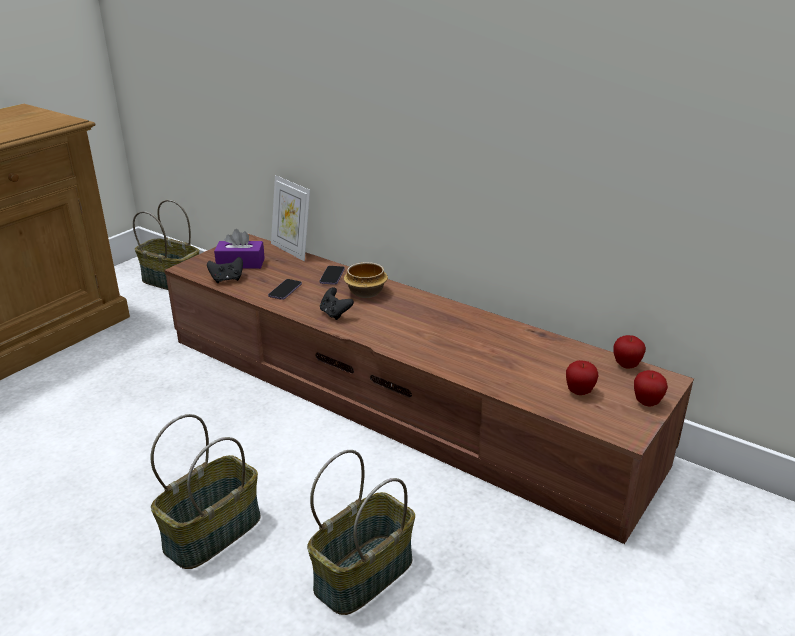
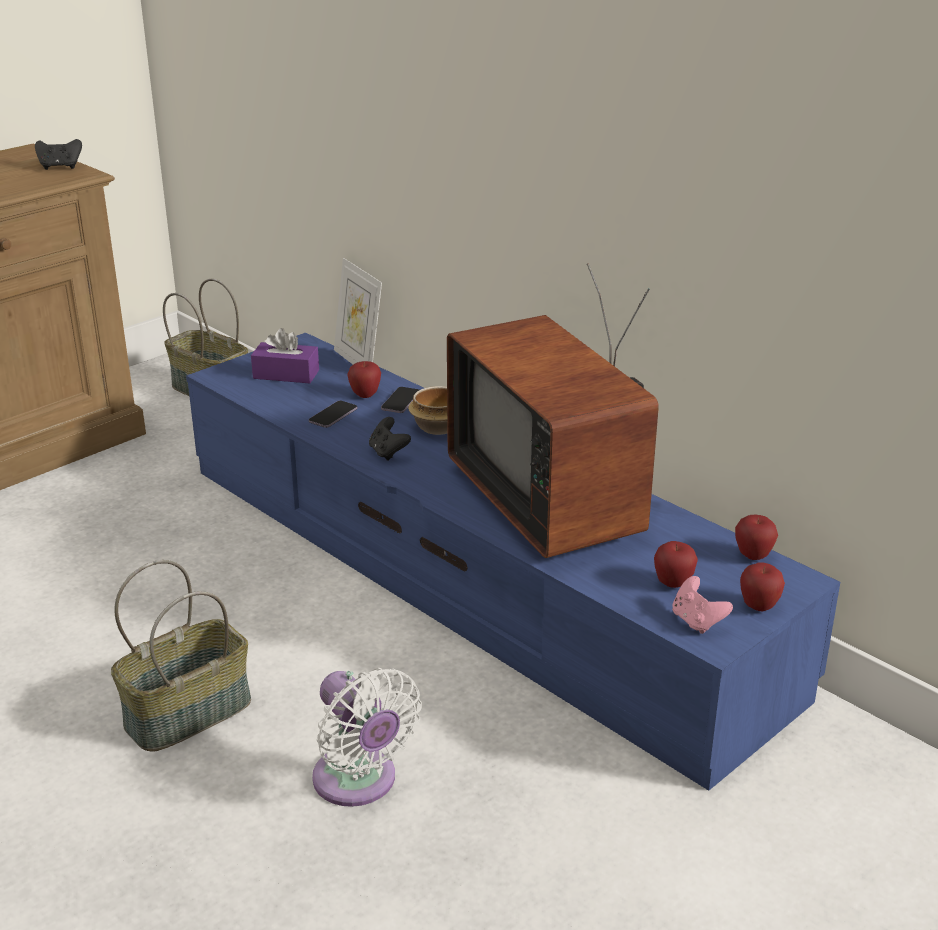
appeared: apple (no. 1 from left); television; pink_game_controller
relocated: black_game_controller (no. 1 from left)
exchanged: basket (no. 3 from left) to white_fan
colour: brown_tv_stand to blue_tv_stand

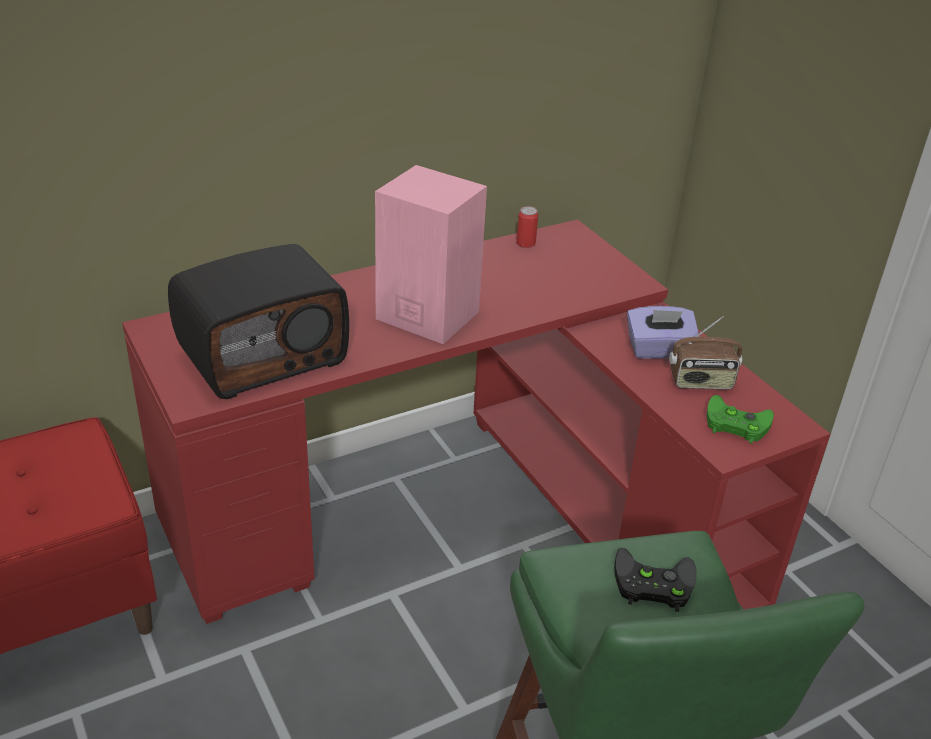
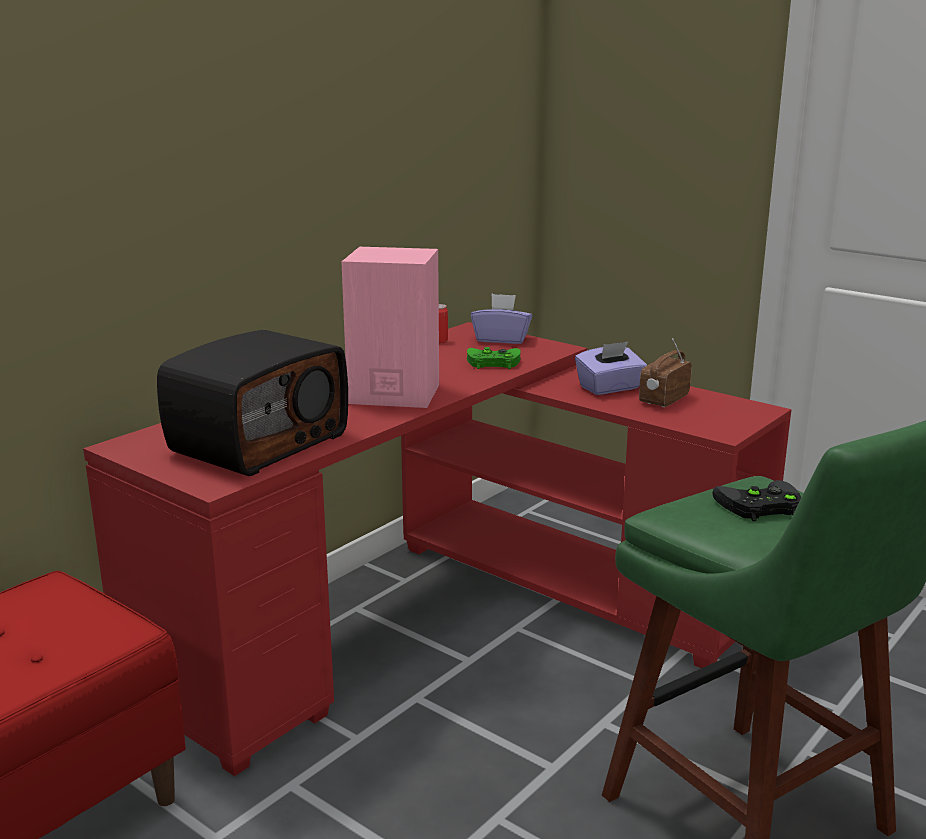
appeared: purple_tissue_box (no. 1 from left)
relocated: green_game_controller
spun: radio (no. 2 from left) 150 degrees clockwise

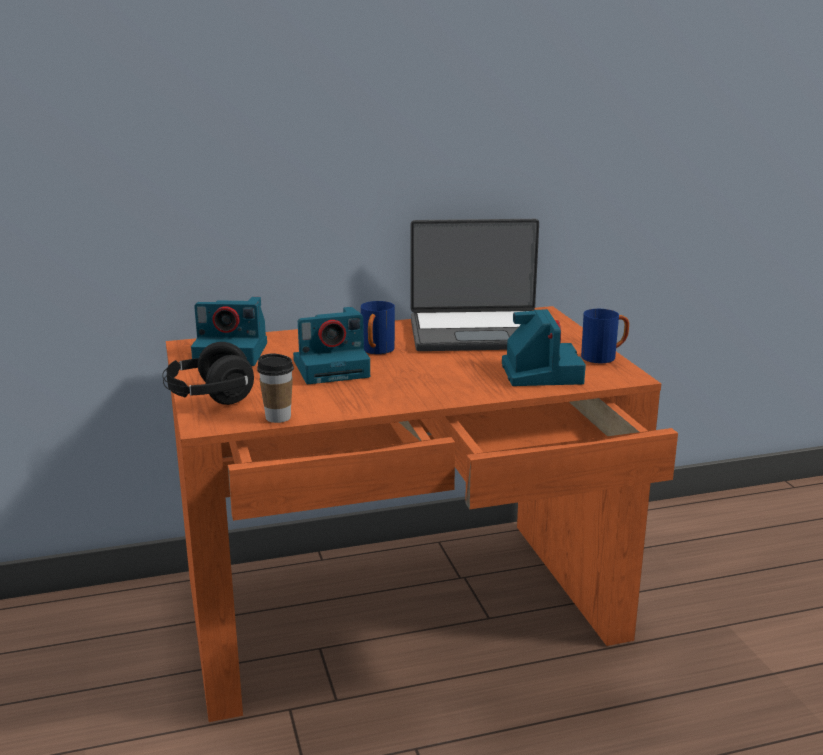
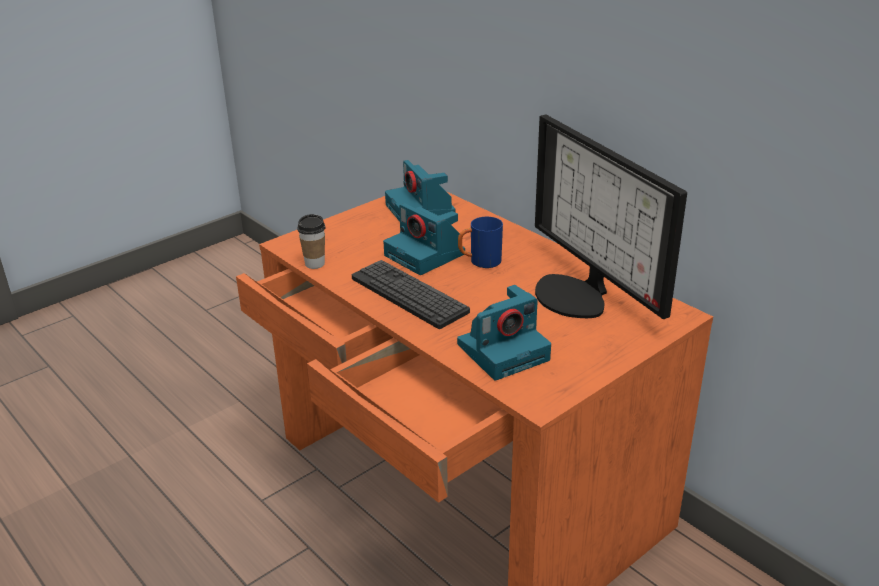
missing: black_headphones; blue_mug (no. 2 from left)
appeared: keyboard
exchanged: laptop to monitor

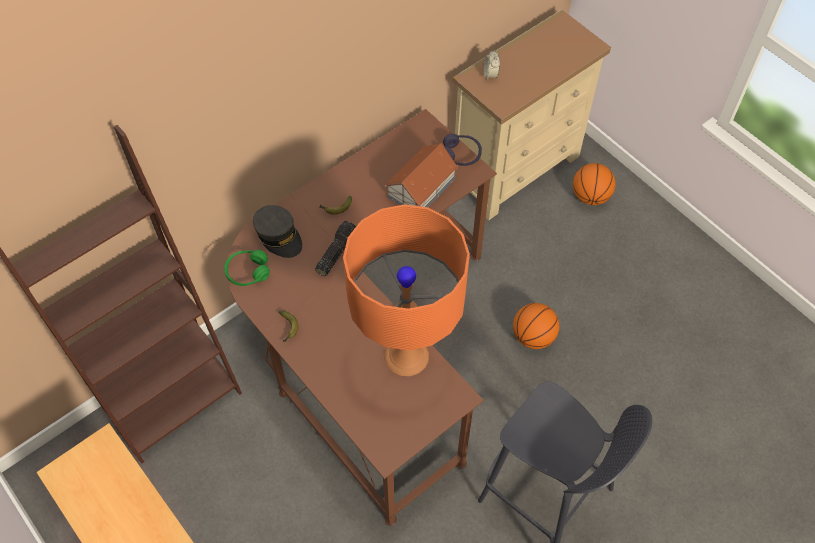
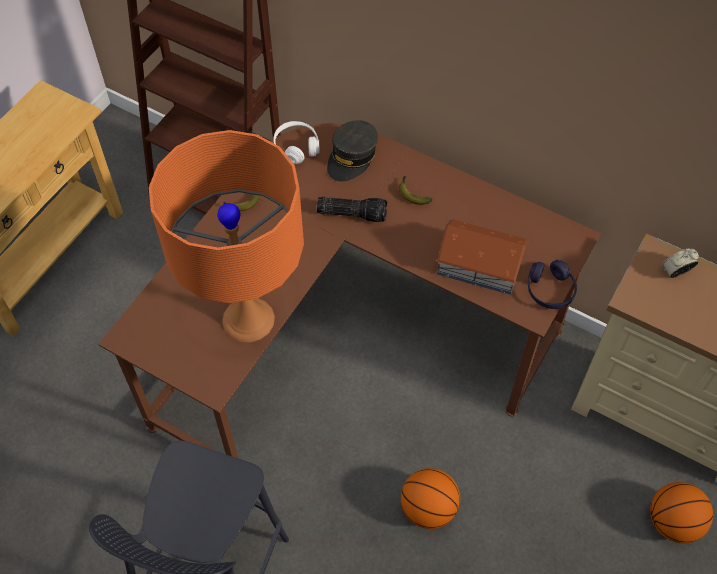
colour: green_headphones to white_headphones

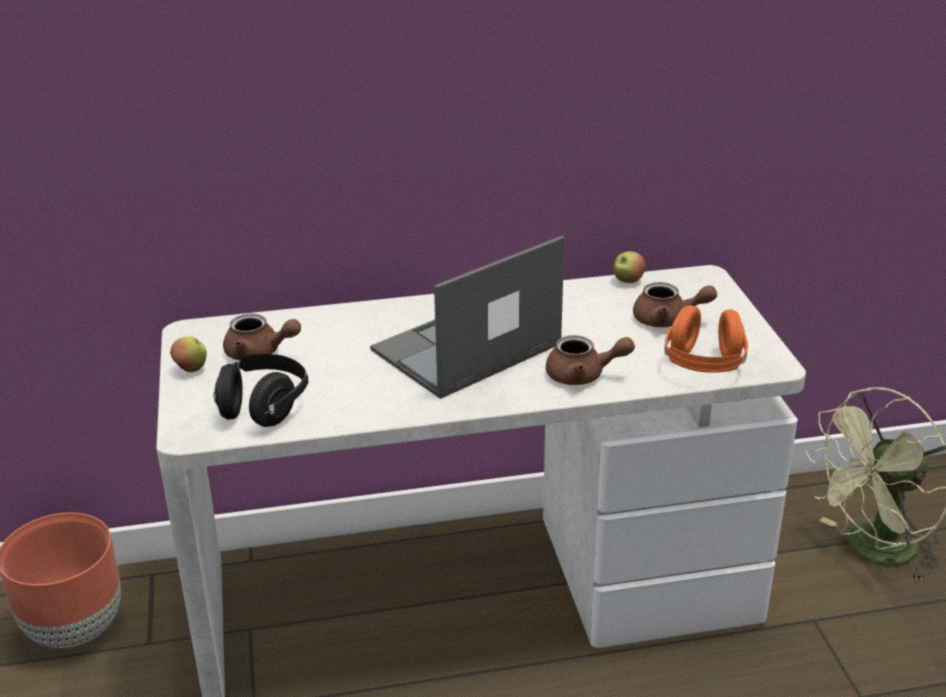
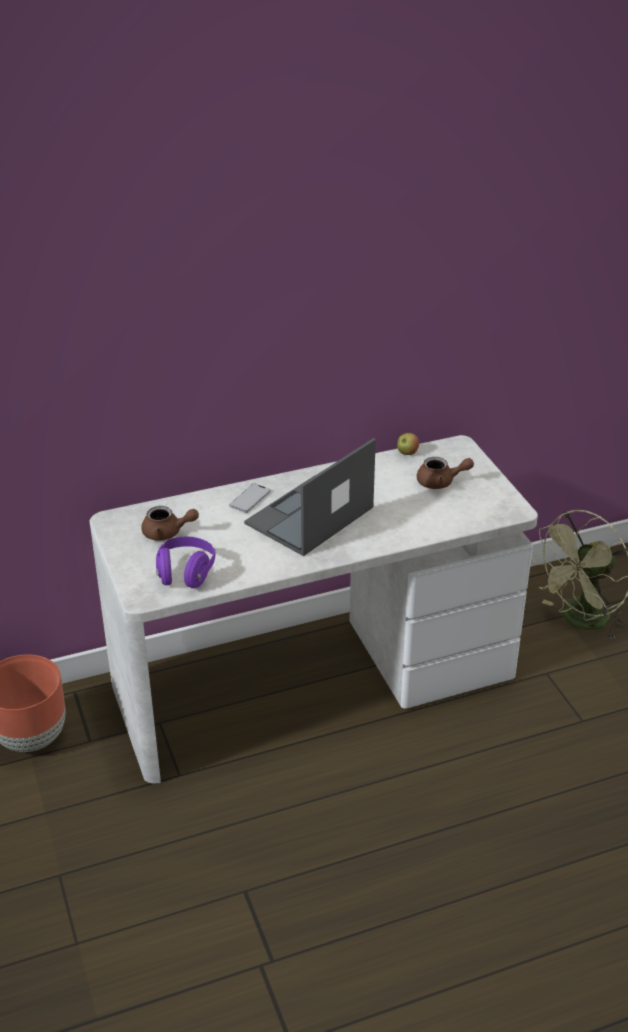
missing: apple (no. 1 from left); brown_teapot (no. 2 from left); orange_headphones
appeared: phone
colour: black_headphones to purple_headphones

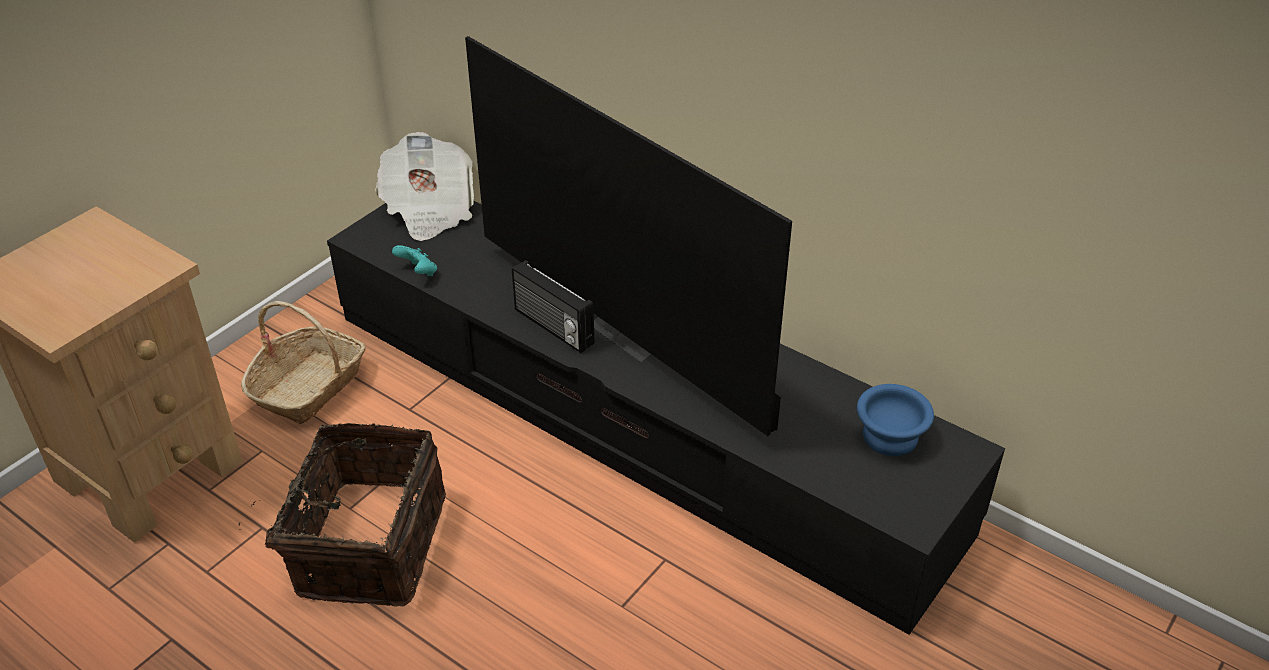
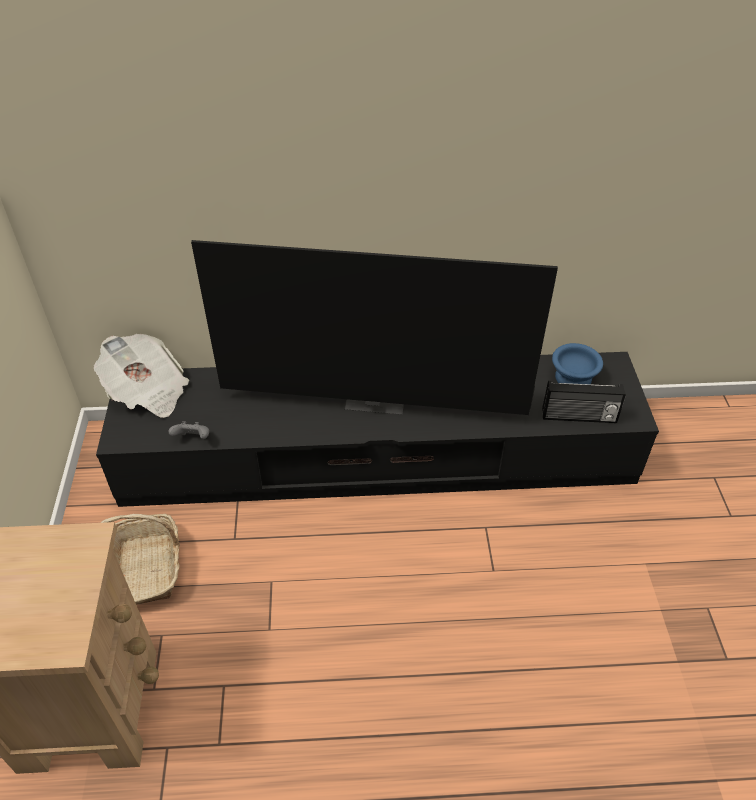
missing: basket (no. 2 from left)
relocated: radio
colour: turquoise_game_controller to grey_game_controller

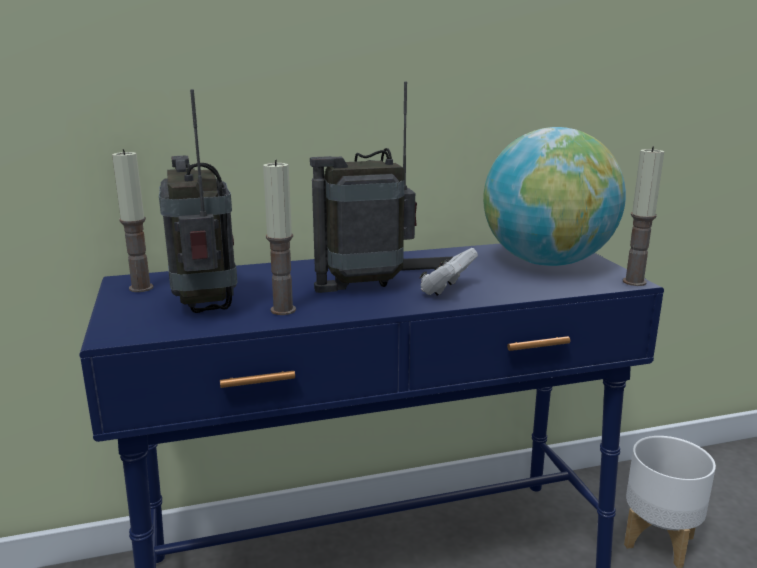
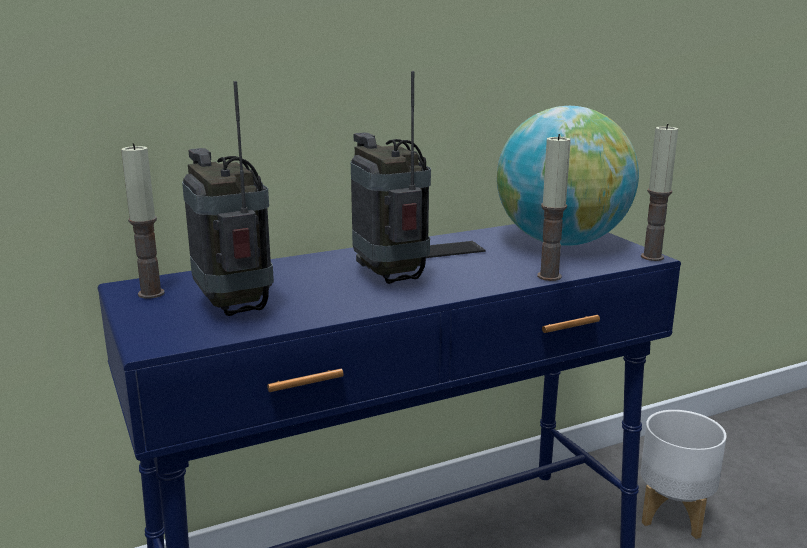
missing: white_game_controller
relocated: candle (no. 2 from left)
spun: radio (no. 2 from left) 90 degrees clockwise

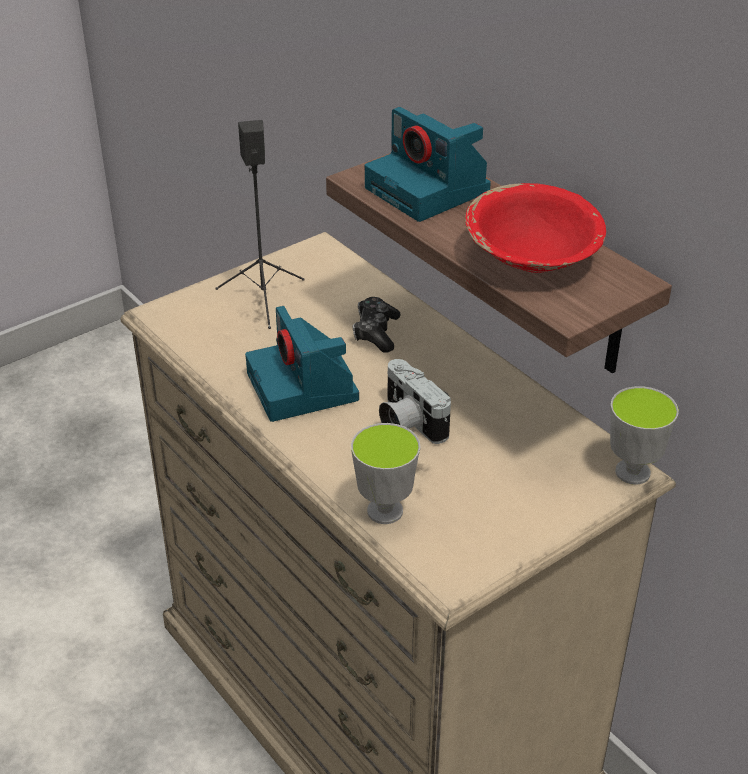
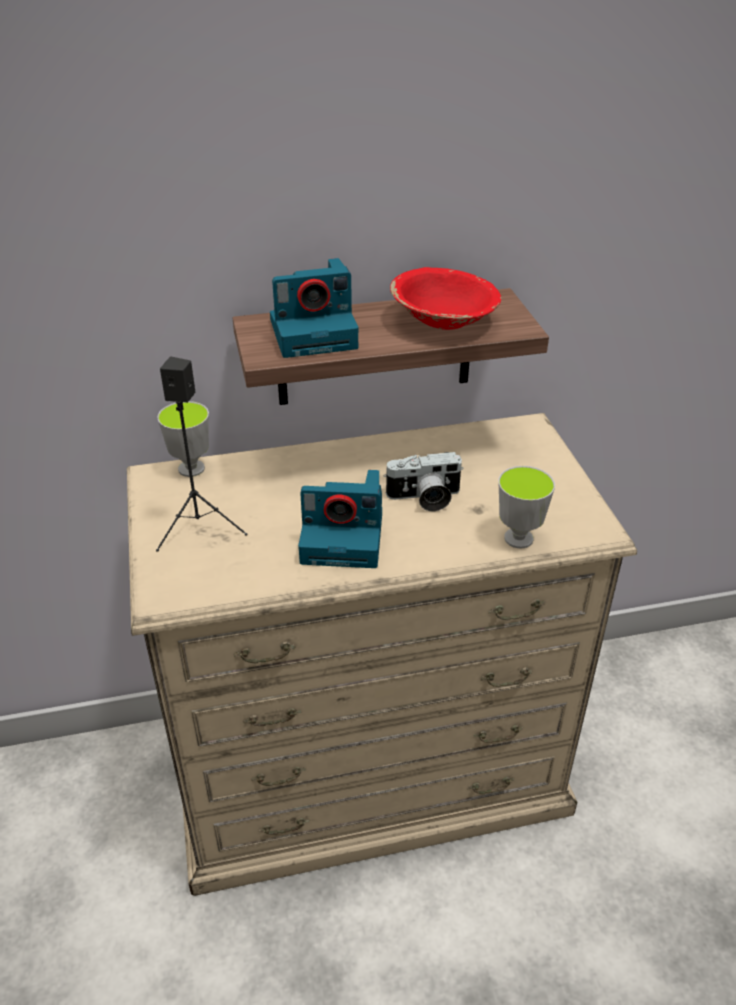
missing: game_controller
relocated: cup (no. 2 from left in the first image) to cup (no. 1 from left)

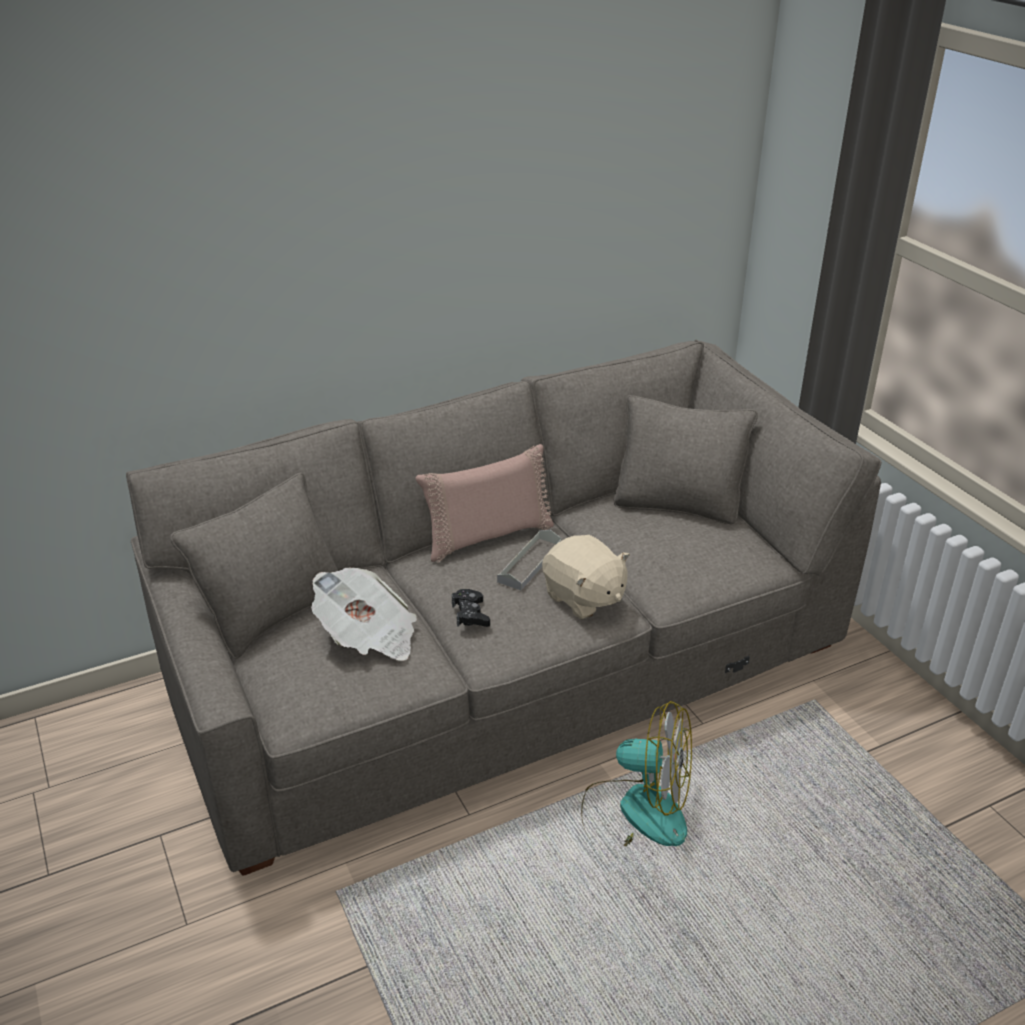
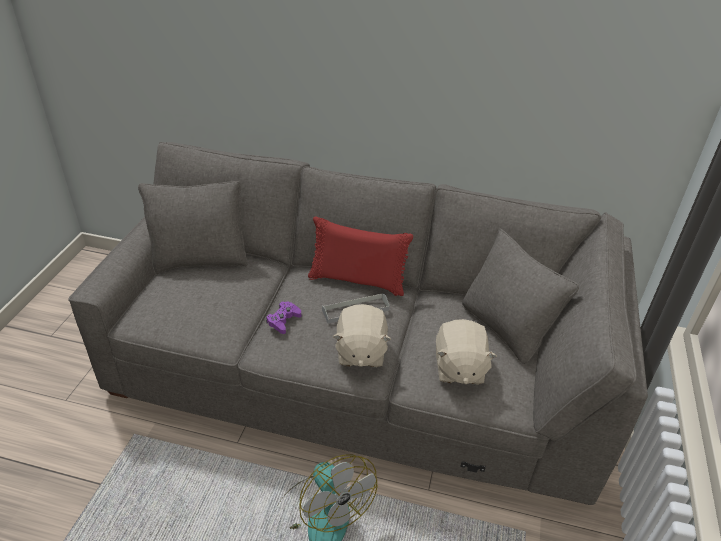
missing: newspaper
appeared: beige_plush_toy (no. 2 from left)
colour: beige_pillow to red_pillow; black_game_controller to purple_game_controller

